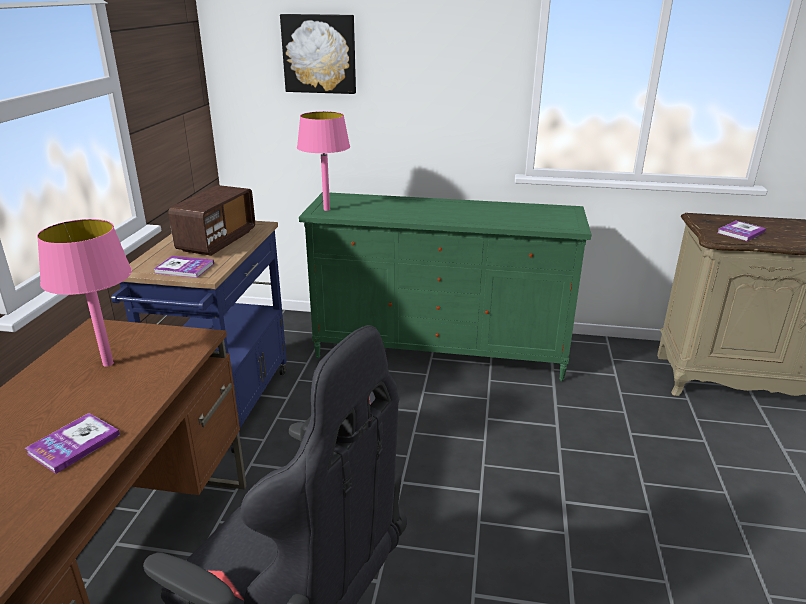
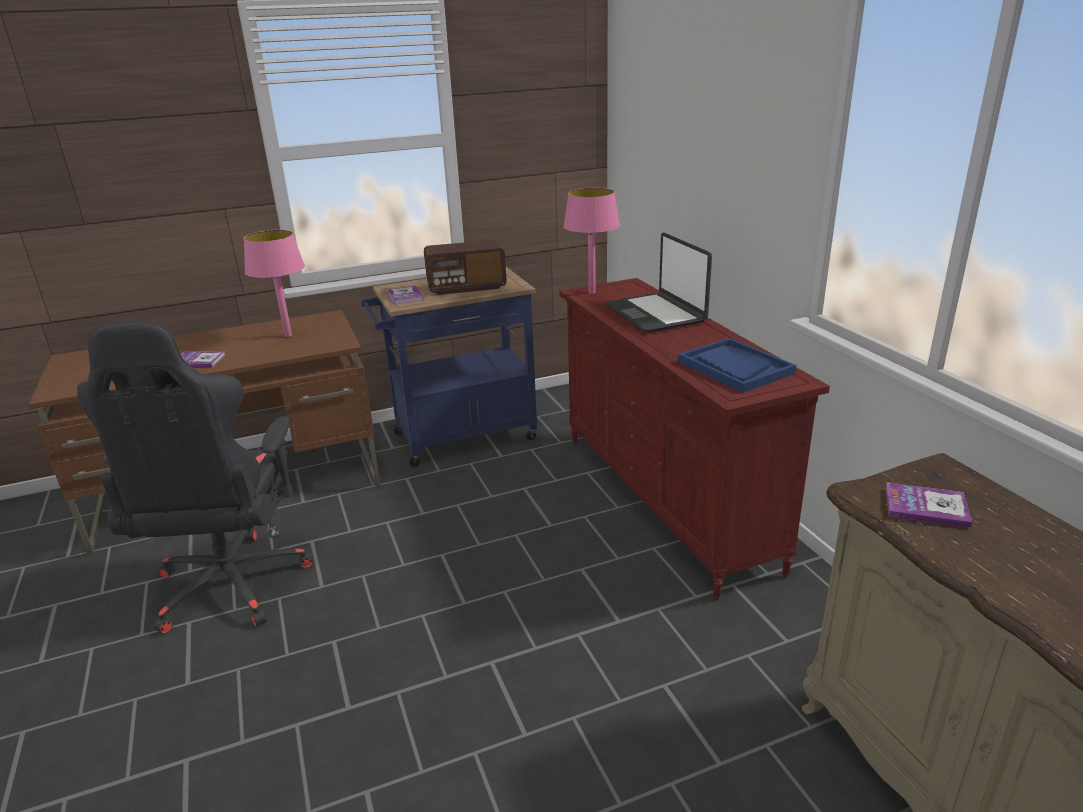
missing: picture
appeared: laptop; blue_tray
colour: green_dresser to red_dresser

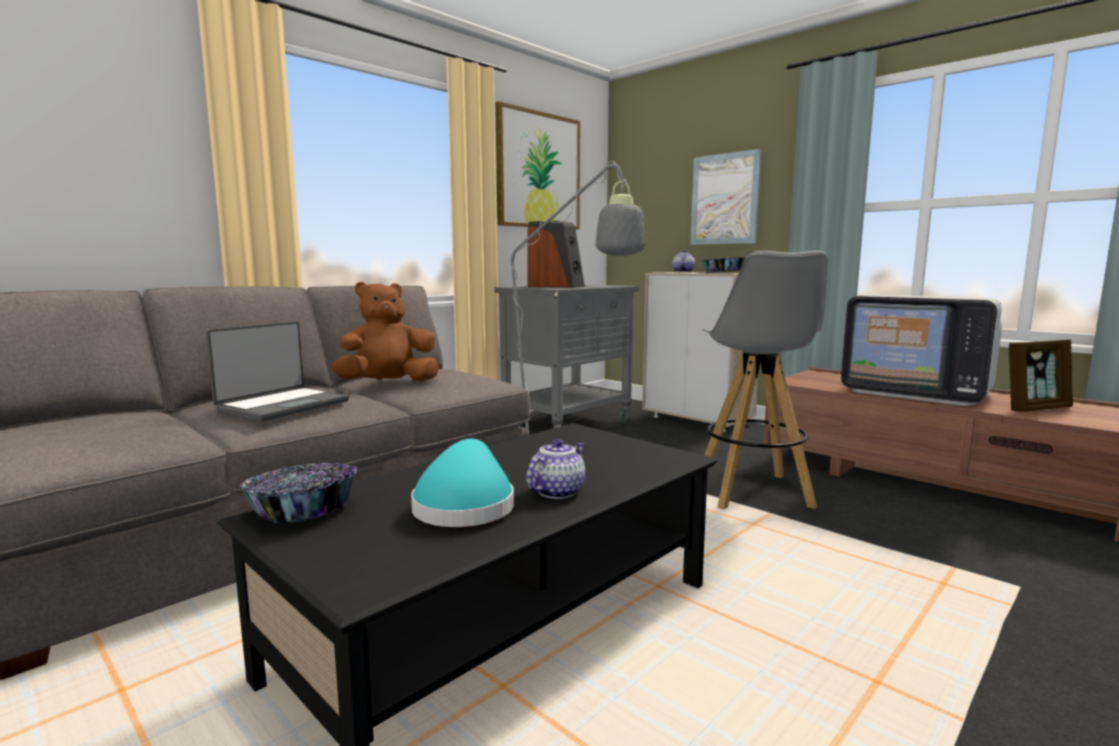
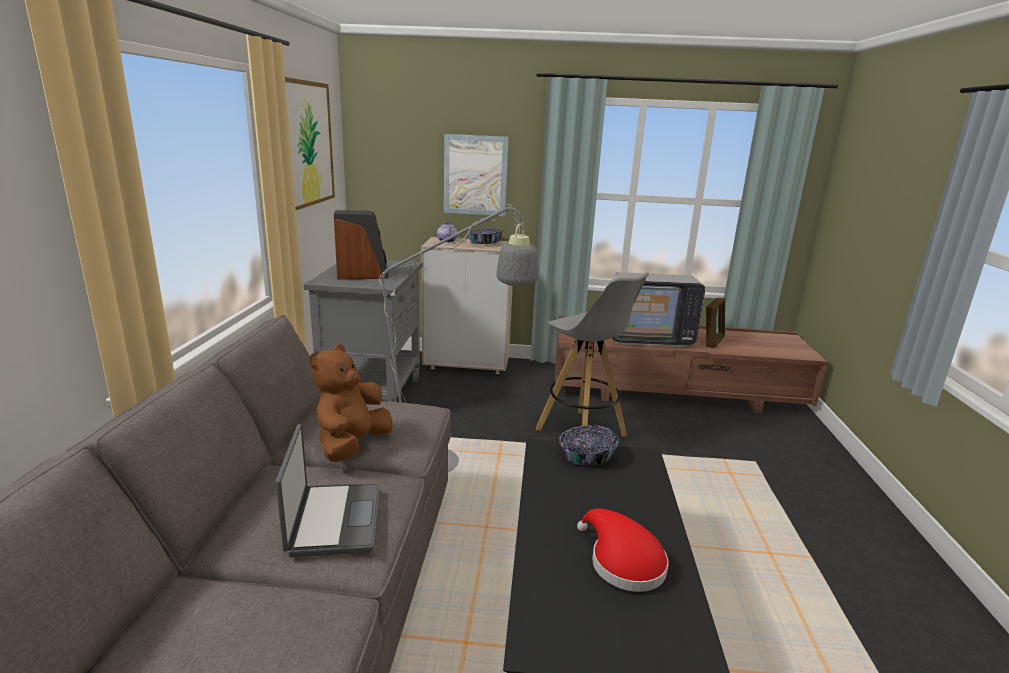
missing: teapot (no. 1 from left)
relocated: bowl (no. 1 from left in the first image) to bowl (no. 2 from left)
colour: turquoise_hat to red_hat

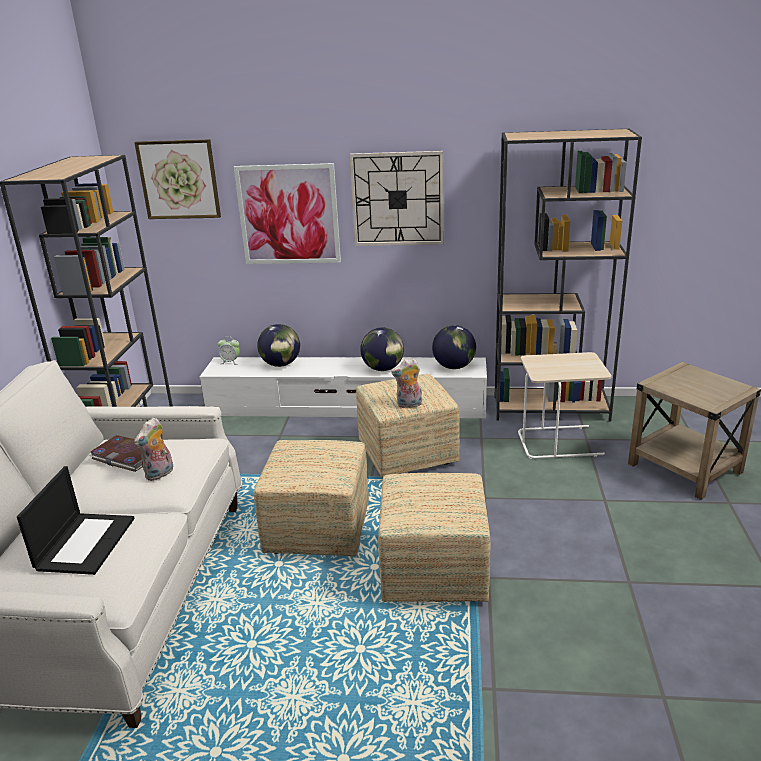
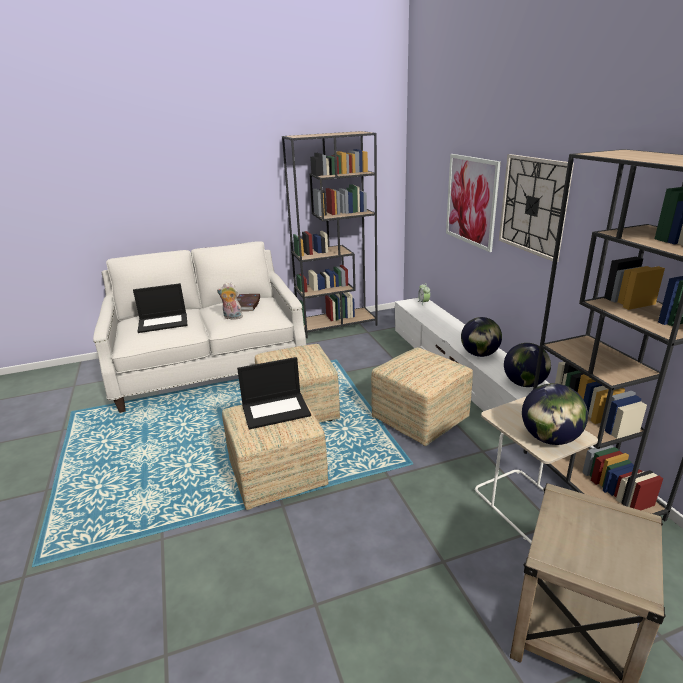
missing: picture (no. 1 from left); plush_toy (no. 2 from left)
appeared: laptop (no. 2 from left)
relocated: globe (no. 1 from left in the first image) to globe (no. 3 from left)

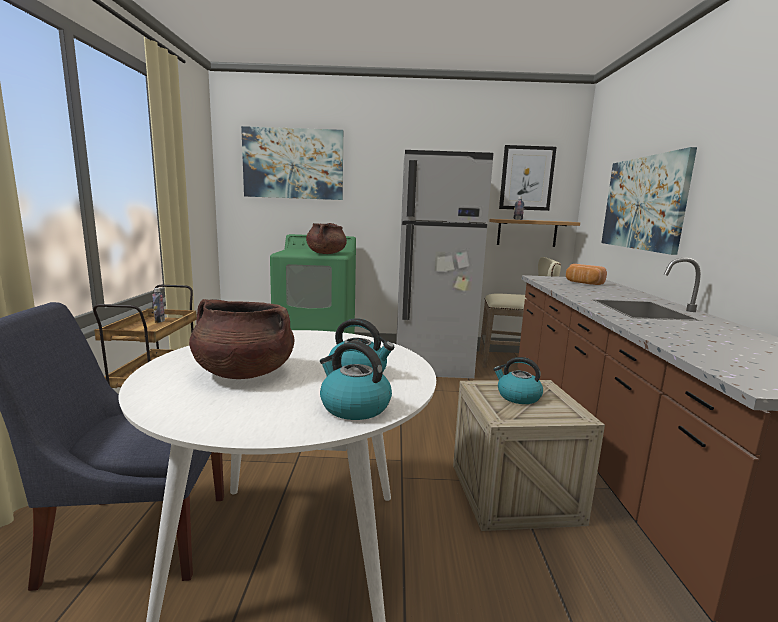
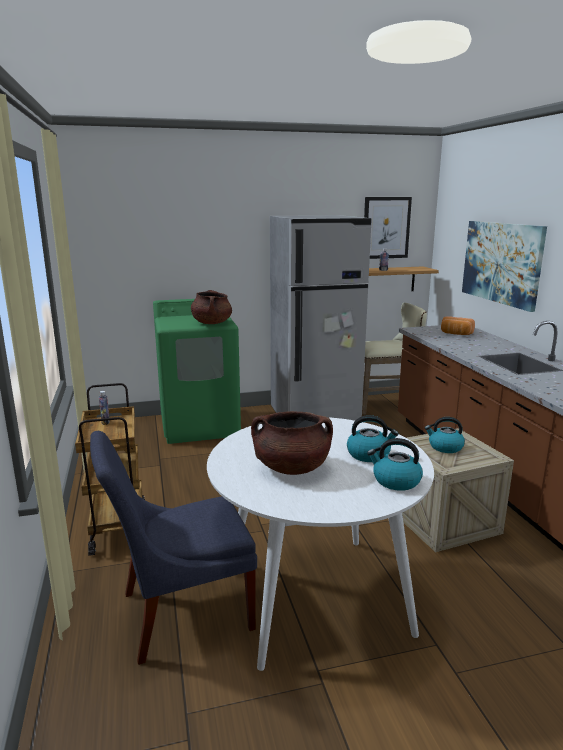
missing: picture (no. 1 from left)

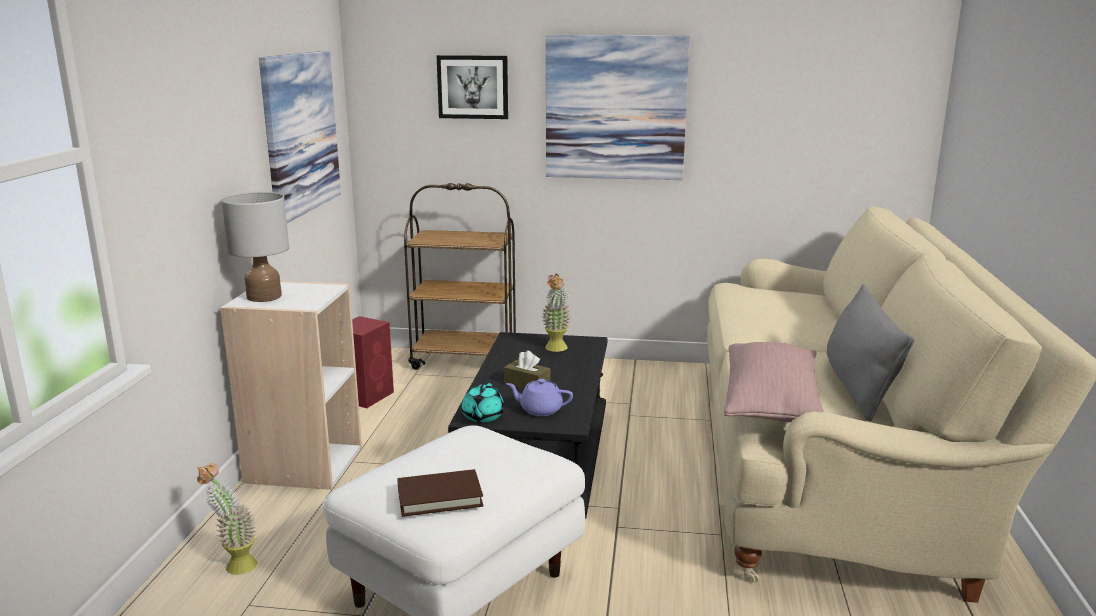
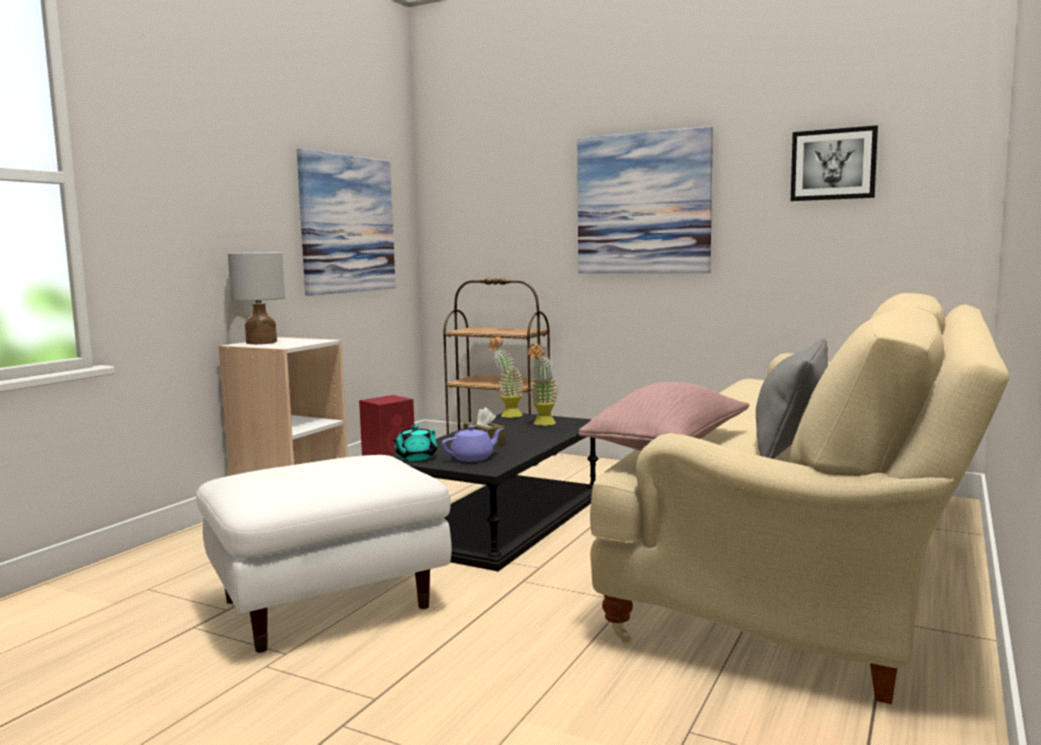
missing: brown_book
relocated: potted_plant (no. 1 from left); picture (no. 2 from left in the first image) to picture (no. 3 from left)
spun: purple_teapot 120 degrees clockwise

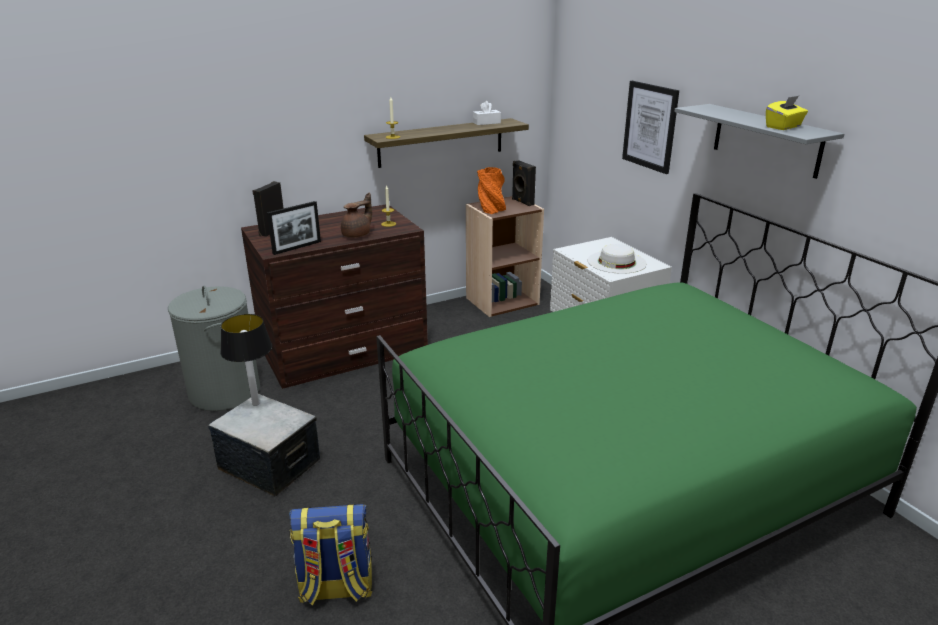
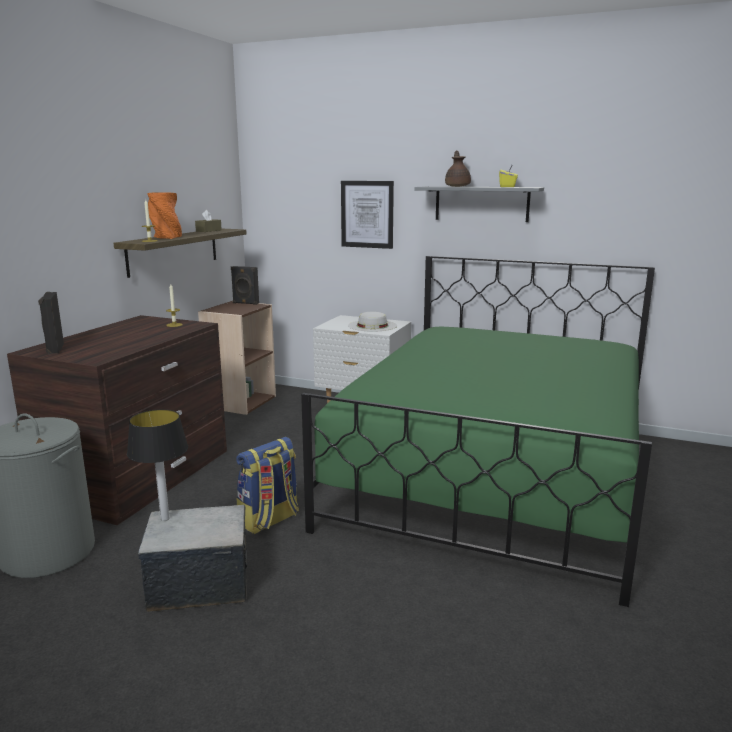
missing: picture_frame
relocated: backpack; brown_teapot; orange_vase
colour: white_tissue_box to brown_tissue_box

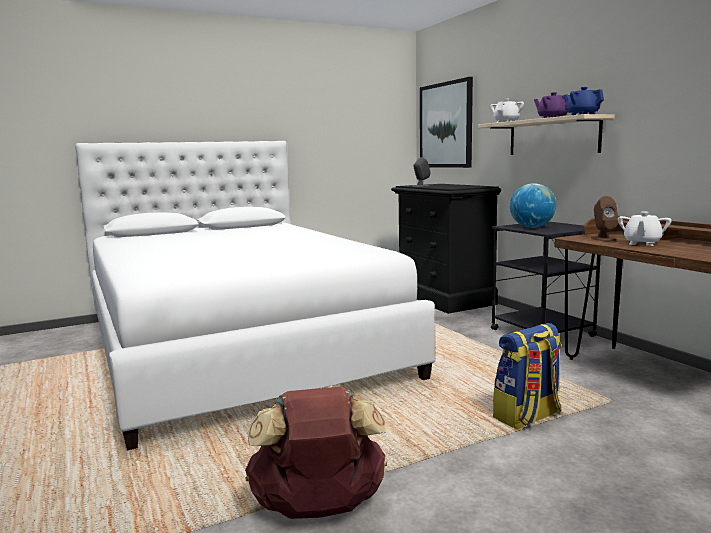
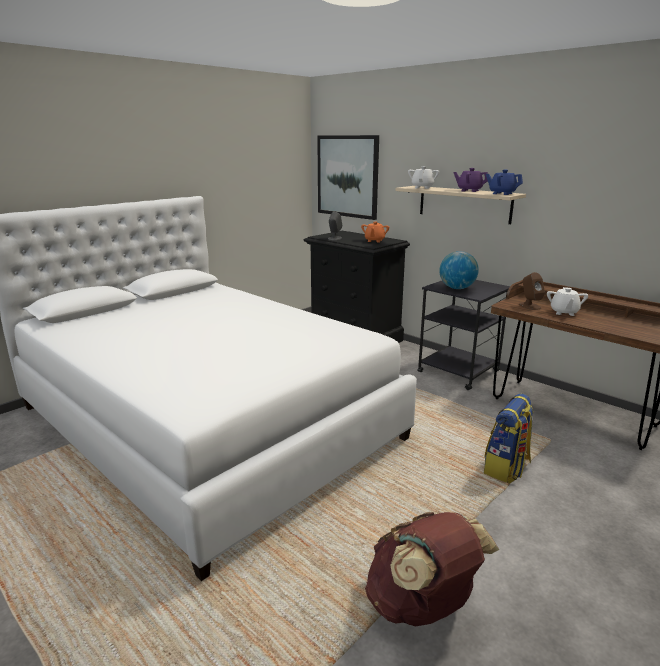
appeared: orange_teapot

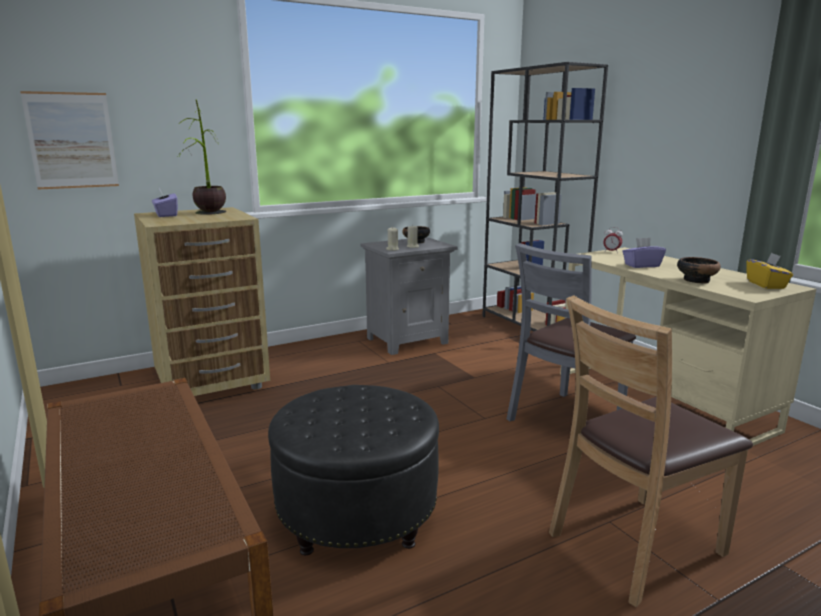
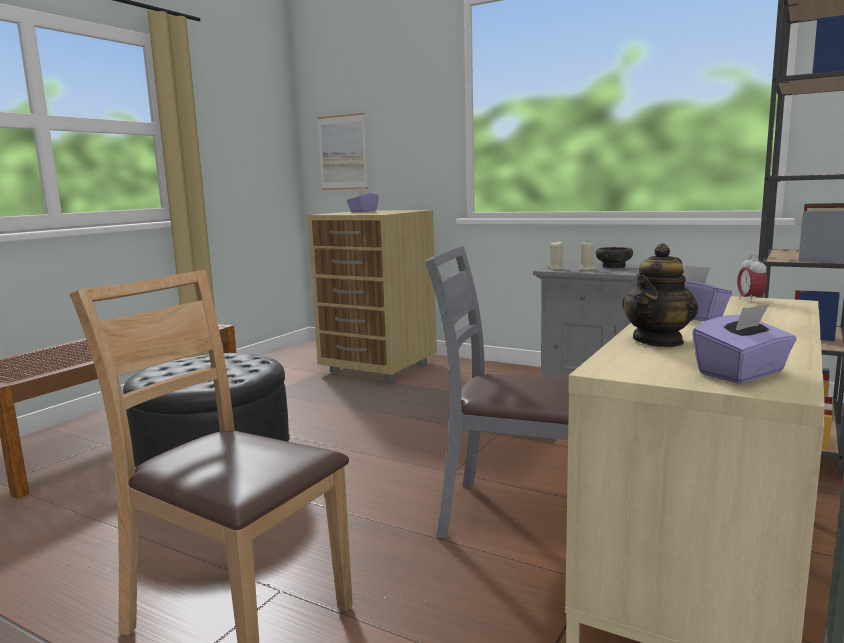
missing: potted_plant
exchanged: bowl (no. 2 from left) to teapot
colour: yellow_tissue_box to purple_tissue_box (no. 3 from left)

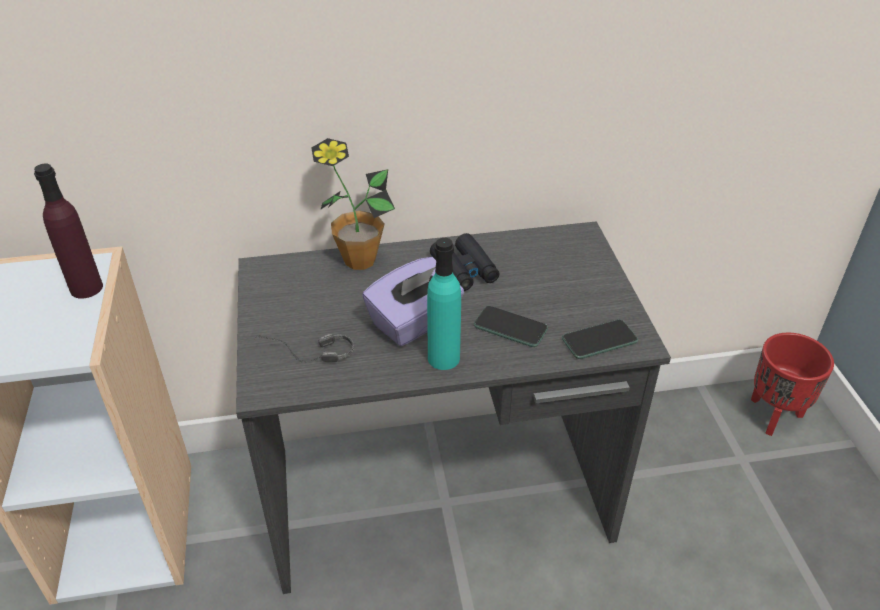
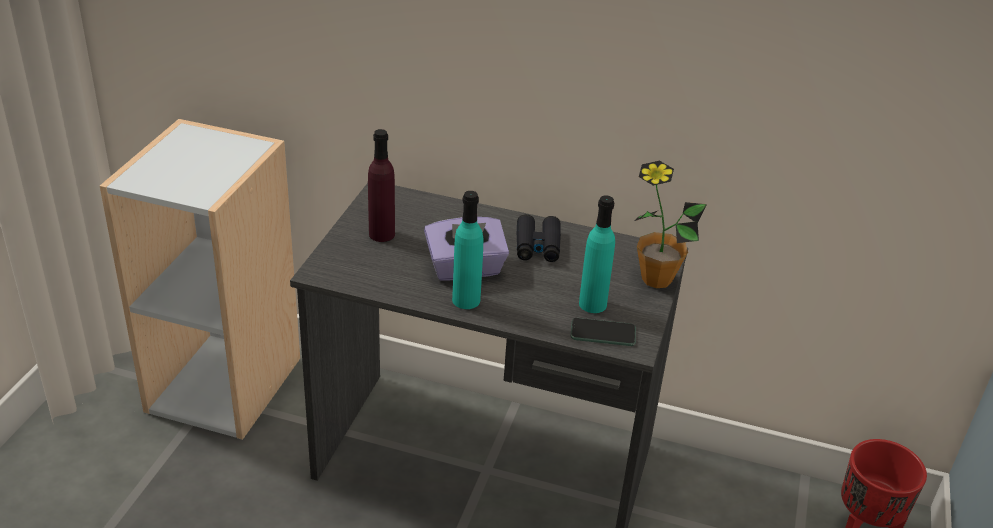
missing: headphones; phone (no. 1 from left)
appeared: turquoise_bottle (no. 2 from left)
relocated: purple_bottle; potted_plant

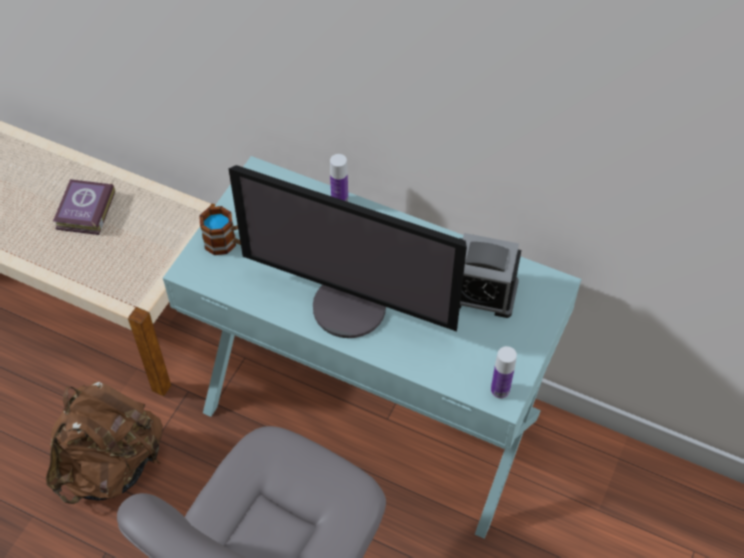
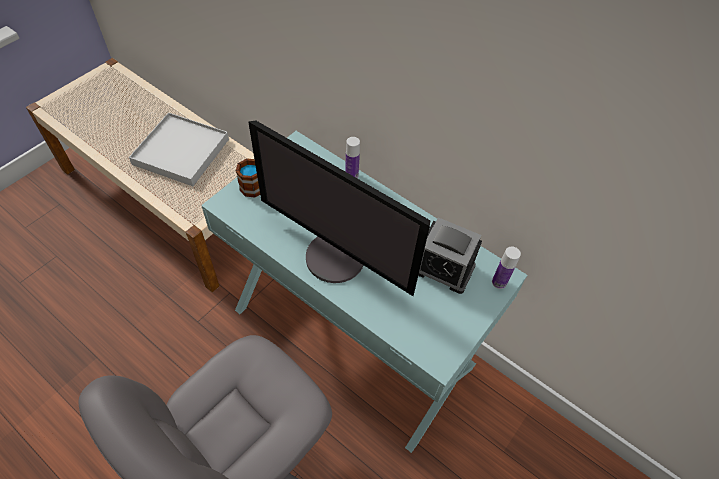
missing: brown_backpack
relocated: bottle (no. 2 from left)
exchanged: book to white_tray

